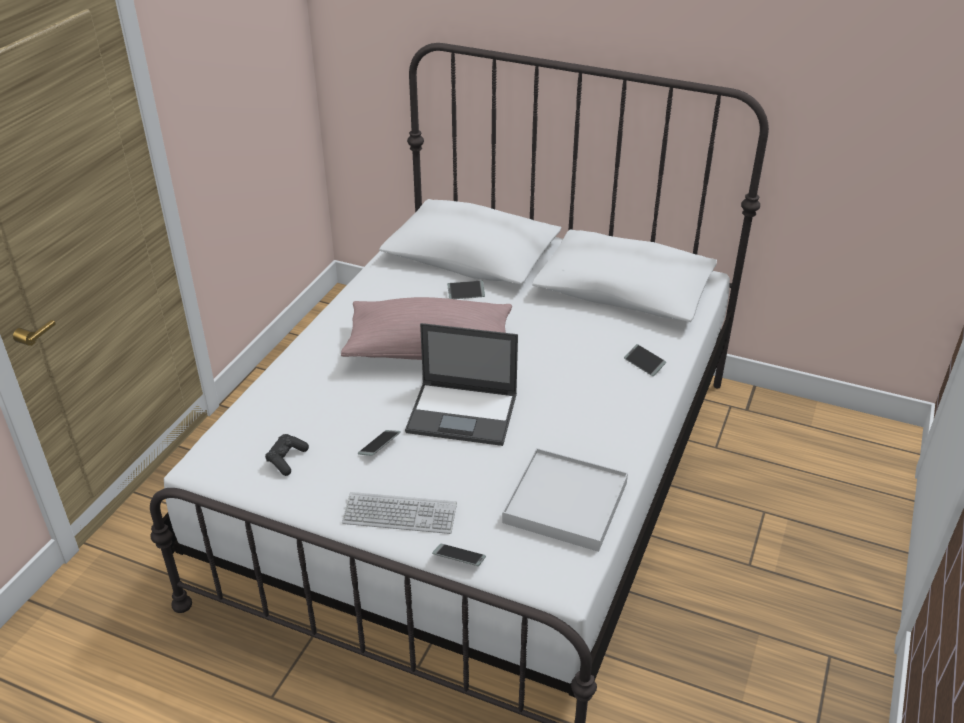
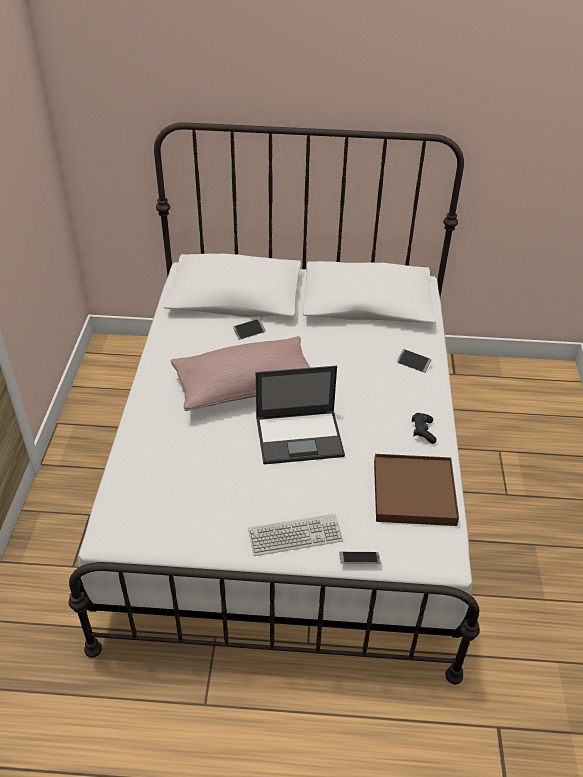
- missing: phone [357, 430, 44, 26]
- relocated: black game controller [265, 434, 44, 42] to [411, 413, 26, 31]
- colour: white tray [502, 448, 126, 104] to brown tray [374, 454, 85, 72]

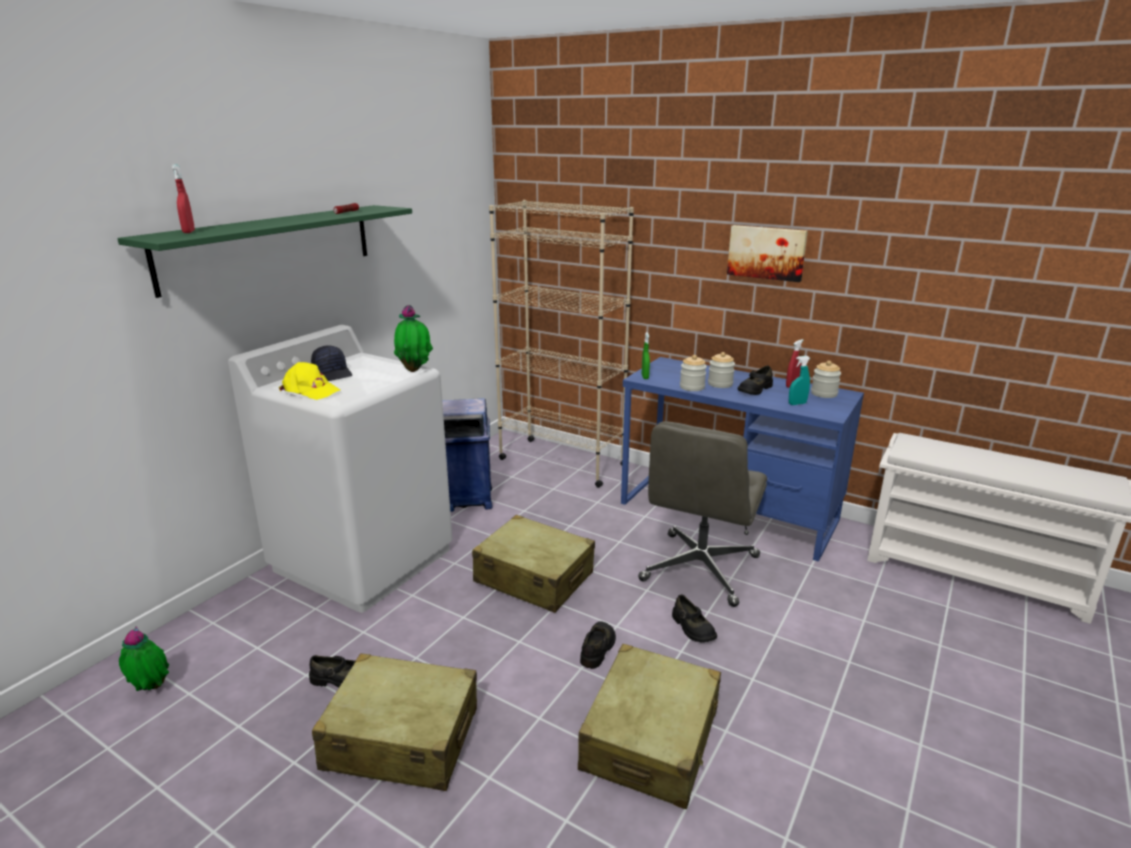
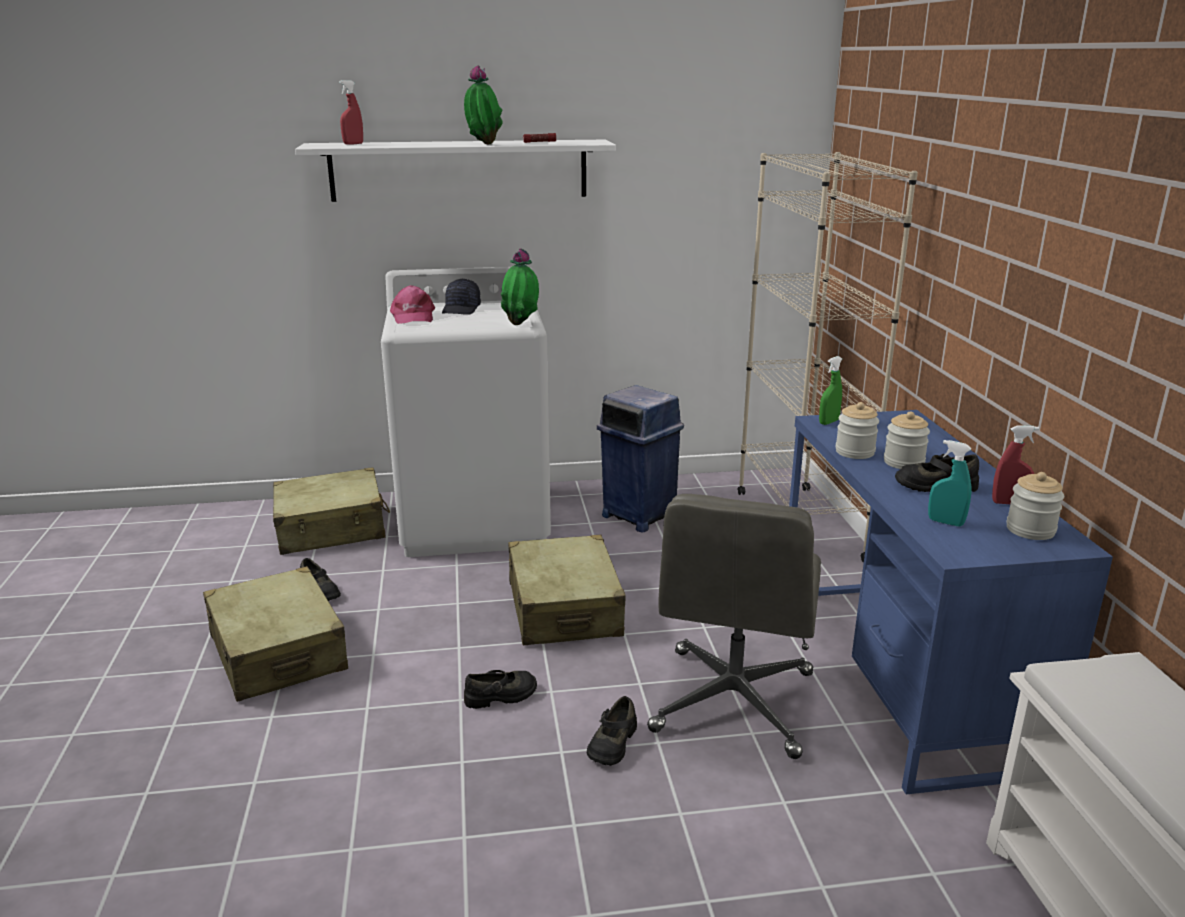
- colour: green shelf [117, 205, 295, 93] to white shelf [295, 140, 321, 62]
- missing: picture [727, 225, 81, 57]
- colour: yellow cap [279, 362, 61, 38] to pink cap [390, 285, 45, 39]
- spun: grey office chair [638, 421, 129, 186] = [647, 494, 174, 265] 60 degrees counterclockwise
- relocated: potted plant [119, 626, 50, 65] to [464, 65, 39, 80]
- relocated: beige suitcase [578, 644, 143, 165] to [273, 467, 117, 88]

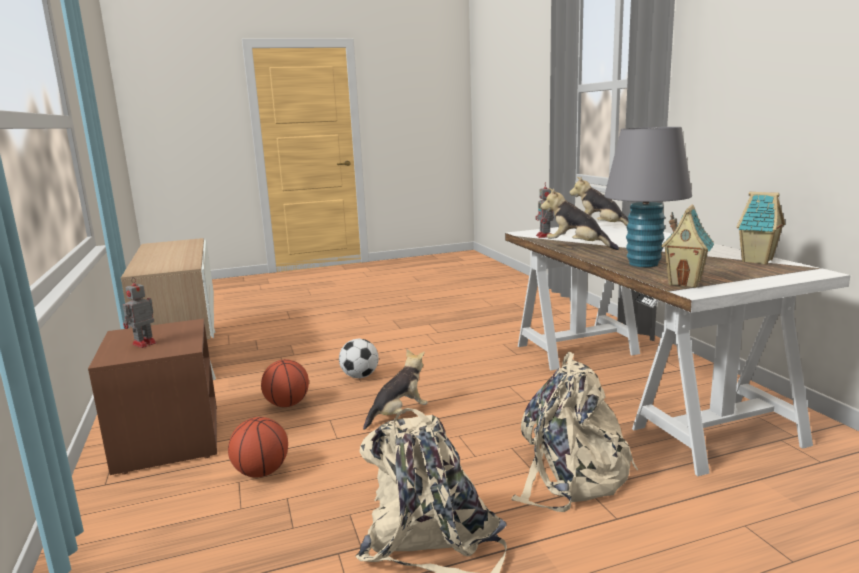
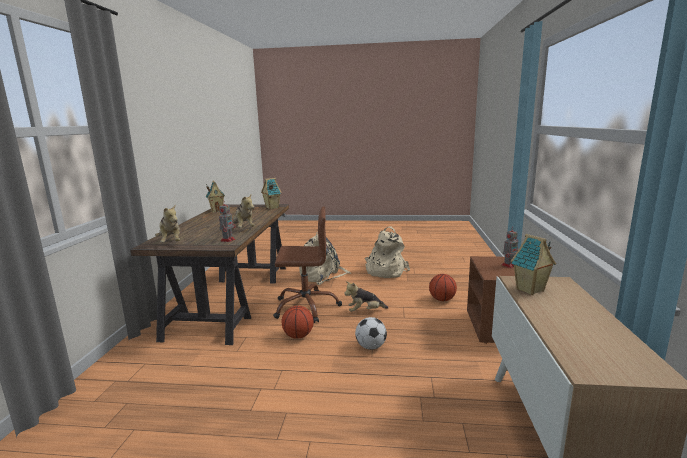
- missing: grey table lamp [604, 127, 88, 140]
- colour: white desk [505, 221, 346, 255] to brown desk [130, 204, 159, 141]
- relocated: basketball [261, 359, 48, 48] to [281, 306, 33, 33]
- appeared: brown office chair [273, 206, 69, 117]
- appeared: toy house [511, 234, 45, 61]

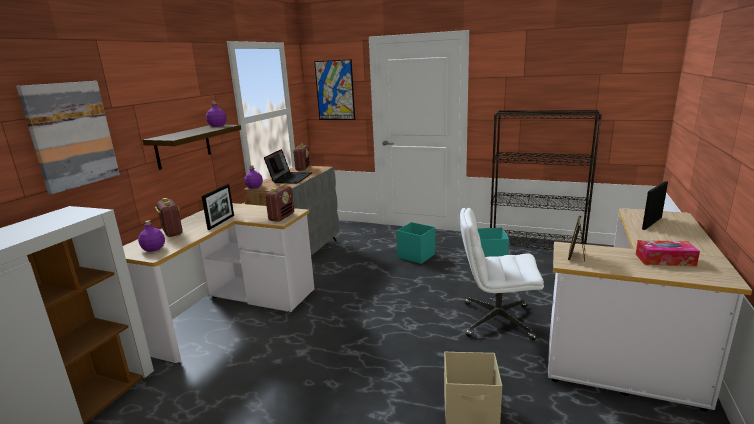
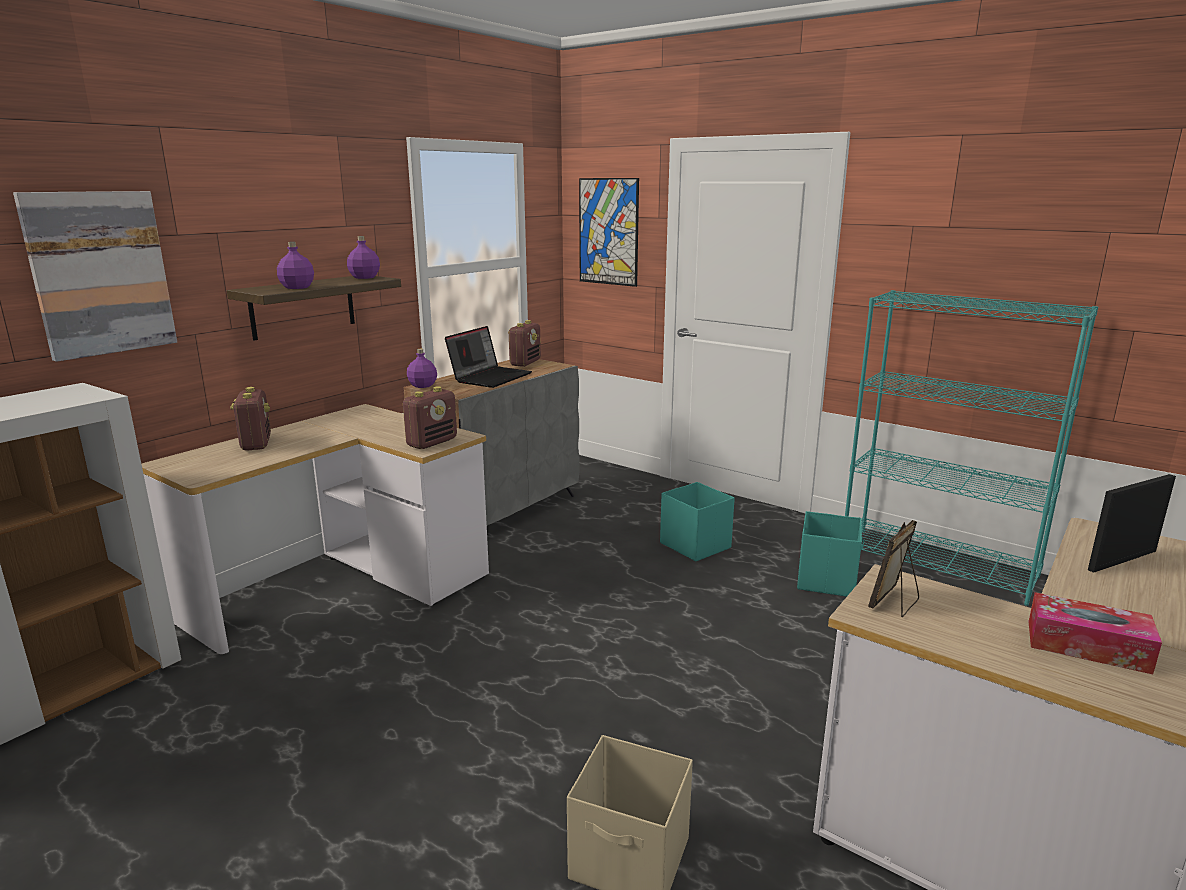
- colour: black bookcase [490, 110, 112, 140] to turquoise bookcase [845, 290, 253, 316]
- missing: picture frame [202, 184, 32, 46]
- missing: white office chair [460, 208, 84, 133]
- relocated: purple bottle [138, 220, 27, 32] to [277, 242, 37, 47]

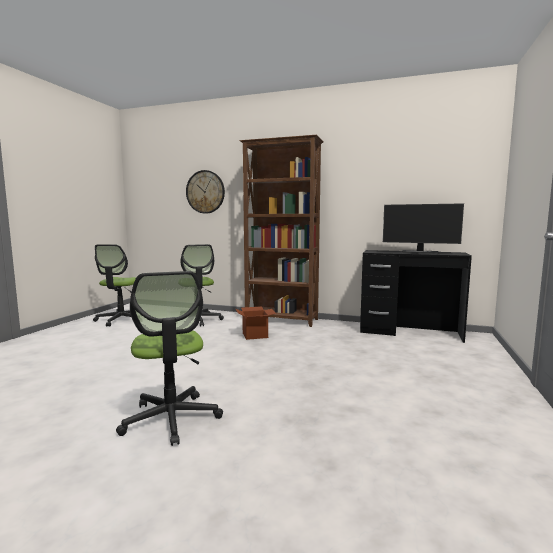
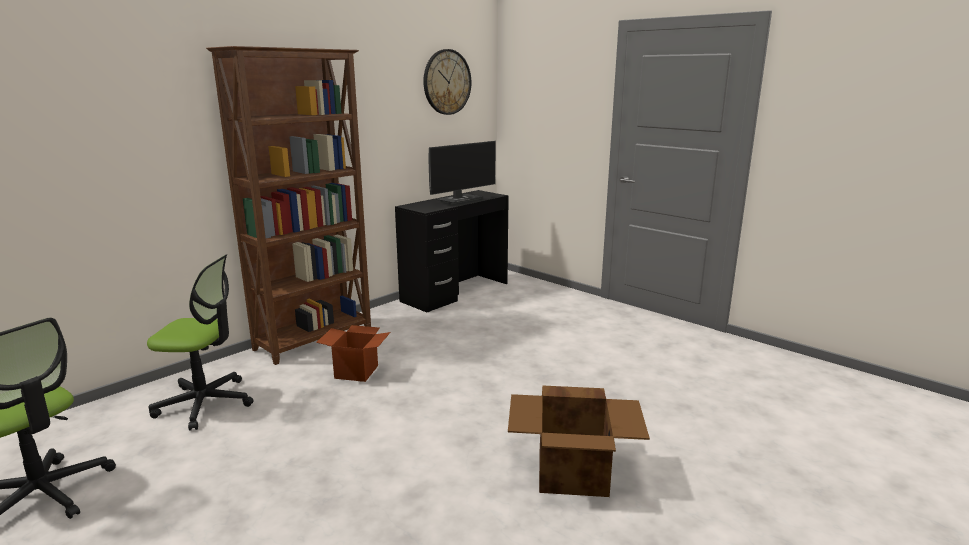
- relocated: wall clock [186, 170, 39, 44] to [423, 49, 48, 66]
- exchanged: office chair [116, 271, 107, 175] to cardboard box [508, 385, 142, 112]

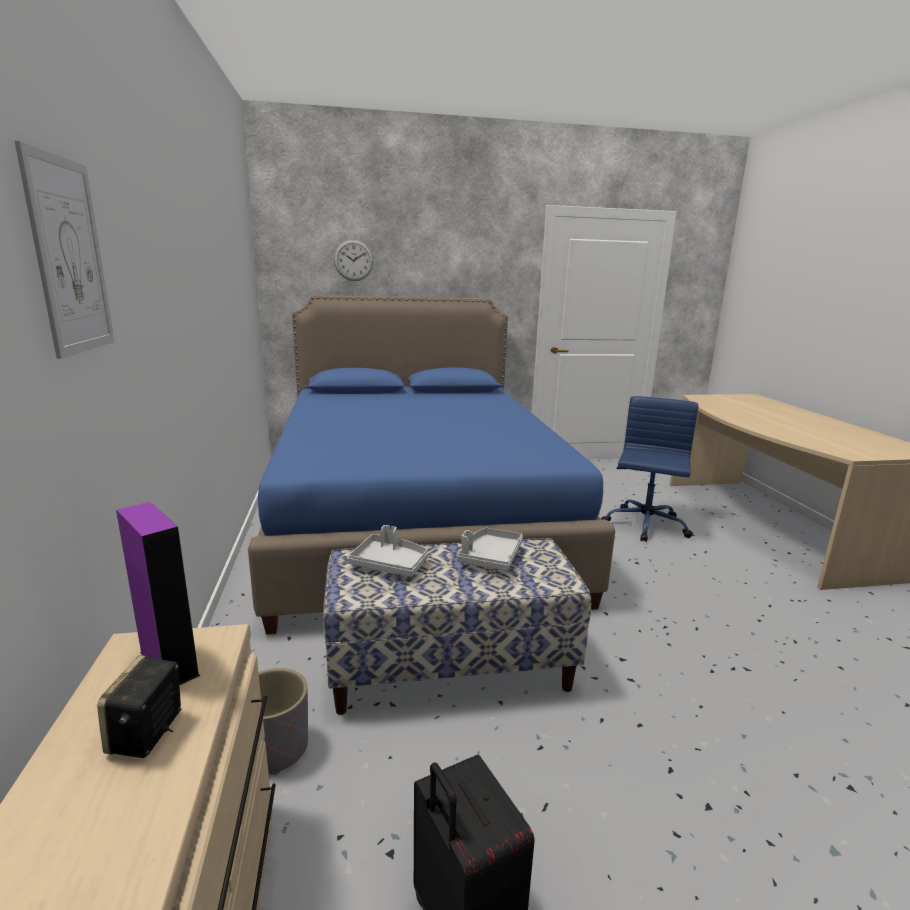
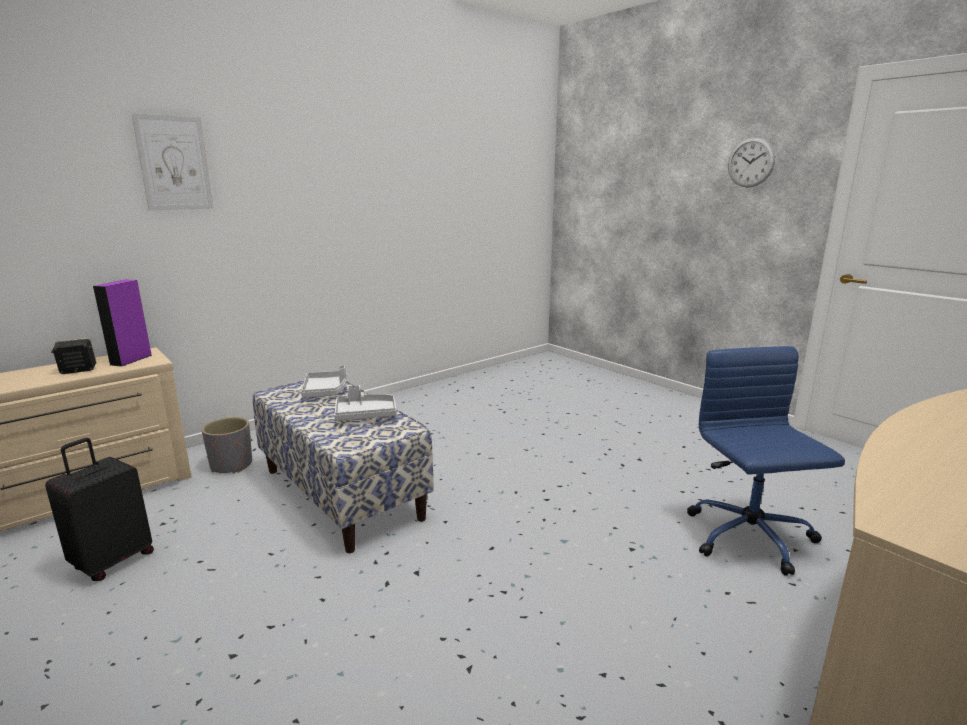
- relocated: wall clock [334, 240, 40, 41] to [728, 137, 47, 51]
- missing: blue bed [248, 295, 367, 340]
- spun: blue office chair [601, 396, 98, 146] = [687, 346, 158, 230] 90 degrees counterclockwise

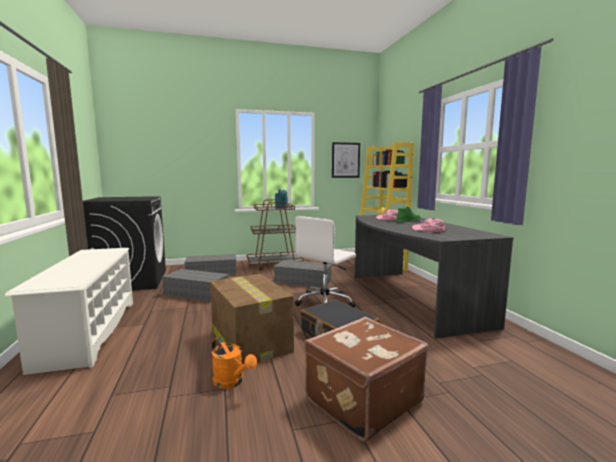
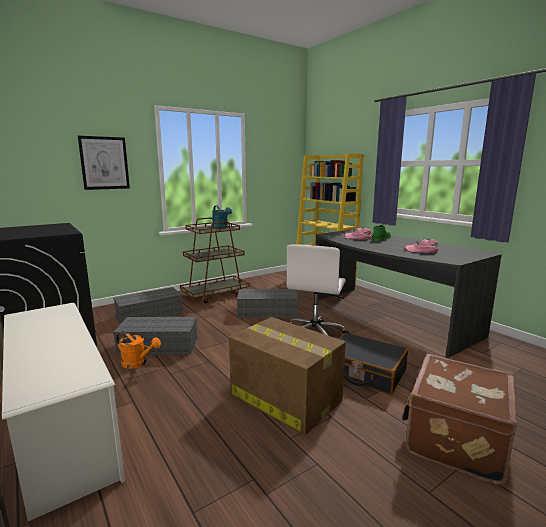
- relocated: picture [332, 142, 28, 36] to [78, 136, 52, 54]
- relocated: orange watering can [212, 337, 45, 52] to [116, 331, 45, 38]

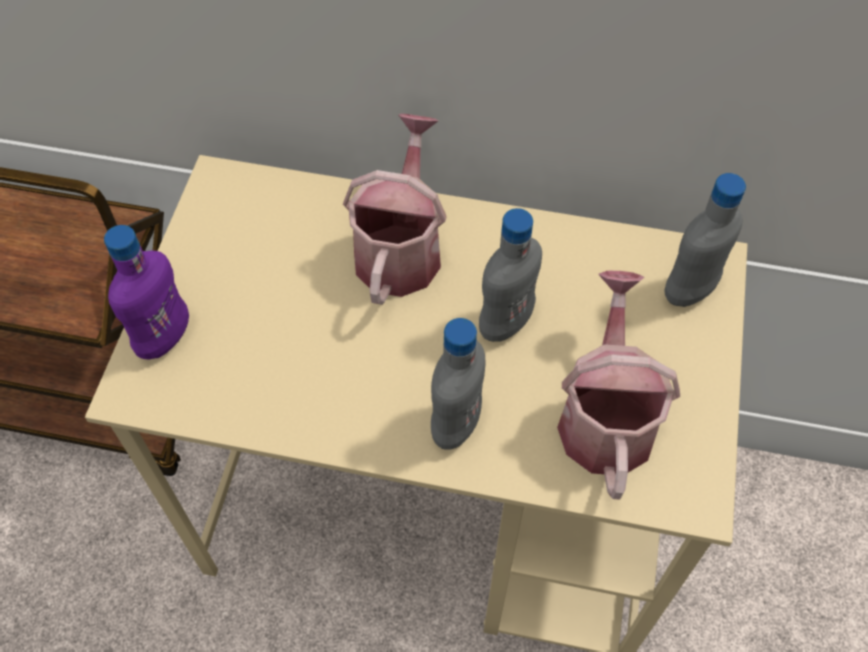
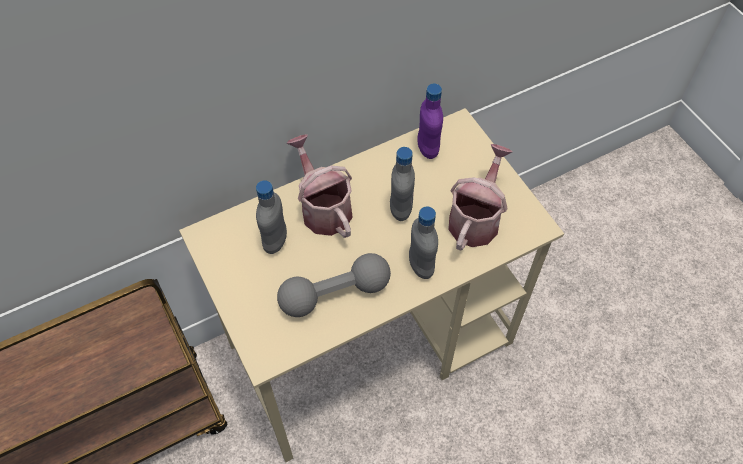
- relocated: grey bottle [664, 173, 82, 134] to [256, 180, 31, 74]
- relocated: purple bottle [104, 225, 85, 134] to [418, 84, 25, 75]
- spun: watering can [557, 271, 123, 229] = [448, 144, 64, 107] 60 degrees clockwise
- appeared: grey dumbbell [277, 253, 114, 64]

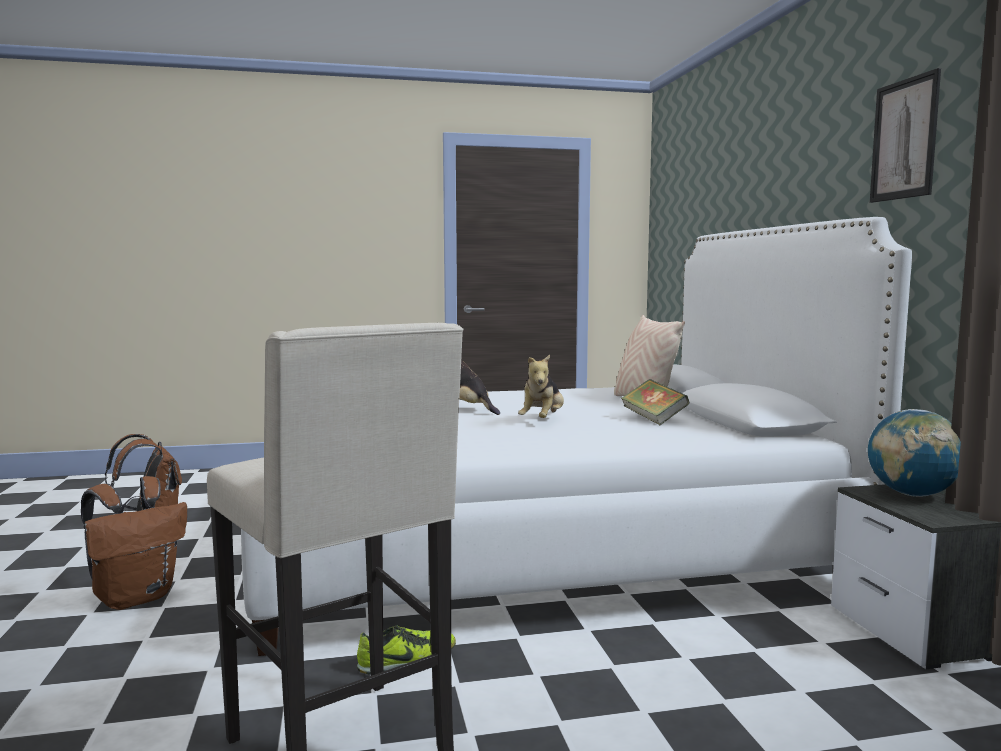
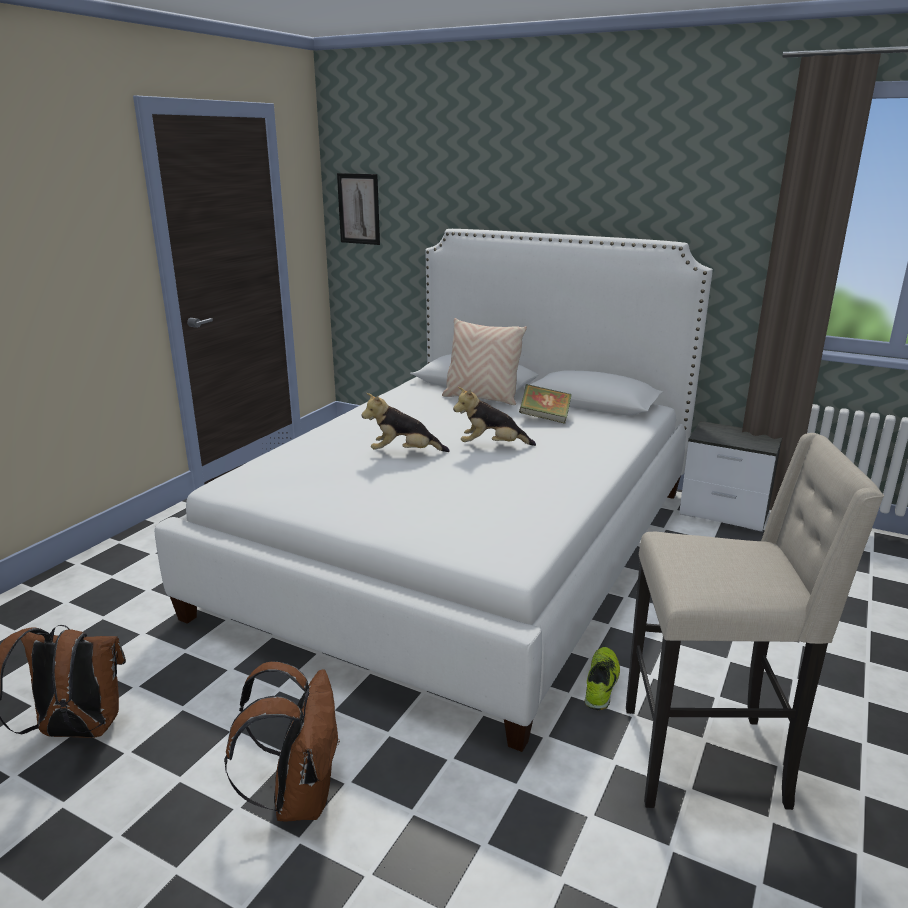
- relocated: picture [870, 68, 71, 135] to [337, 173, 43, 72]
- spun: plush toy [518, 355, 46, 63] = [453, 387, 83, 59] 120 degrees clockwise
- missing: globe [868, 409, 93, 88]

